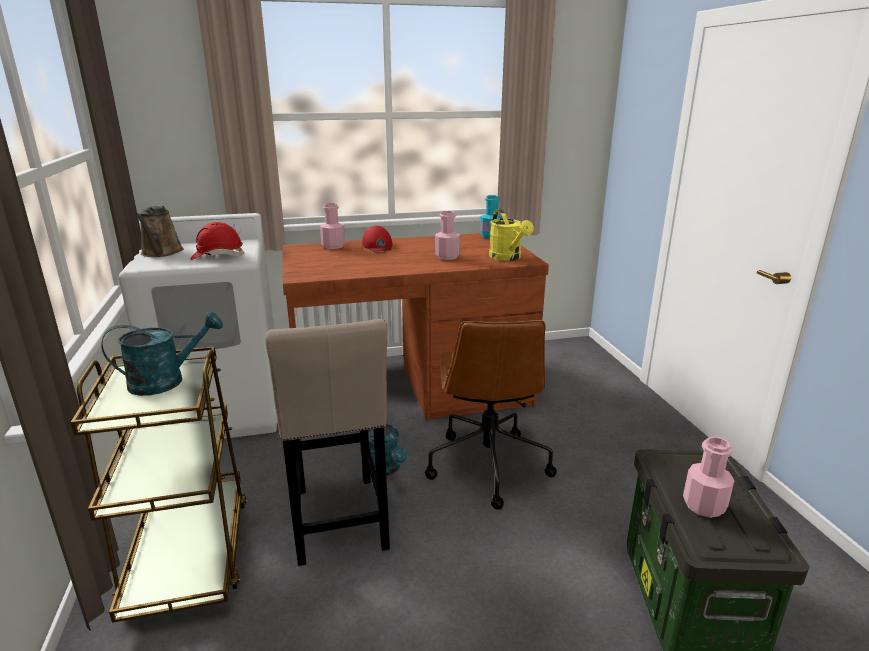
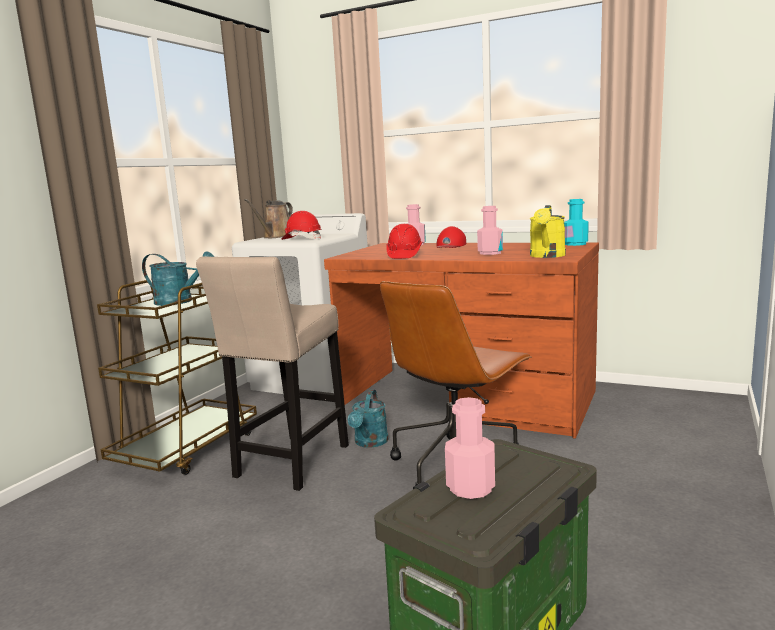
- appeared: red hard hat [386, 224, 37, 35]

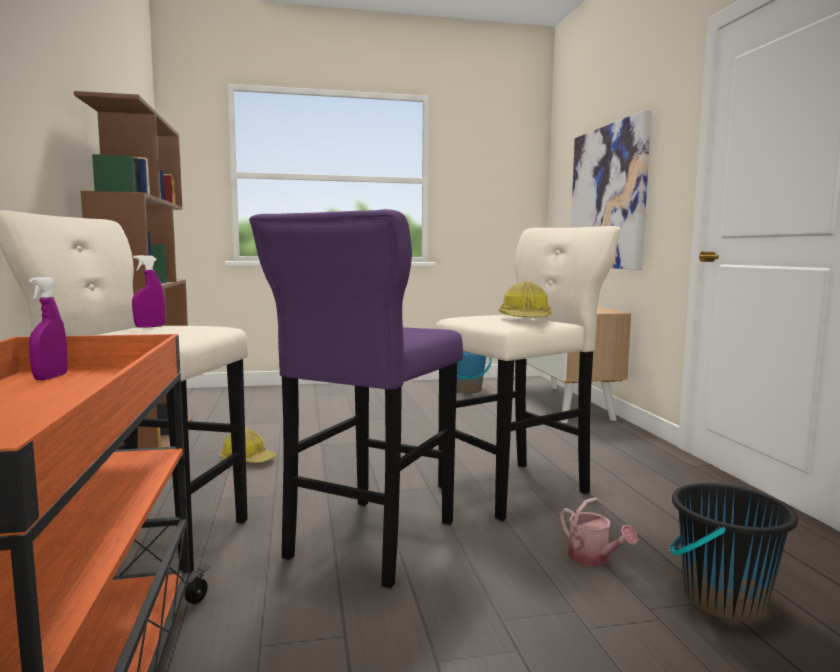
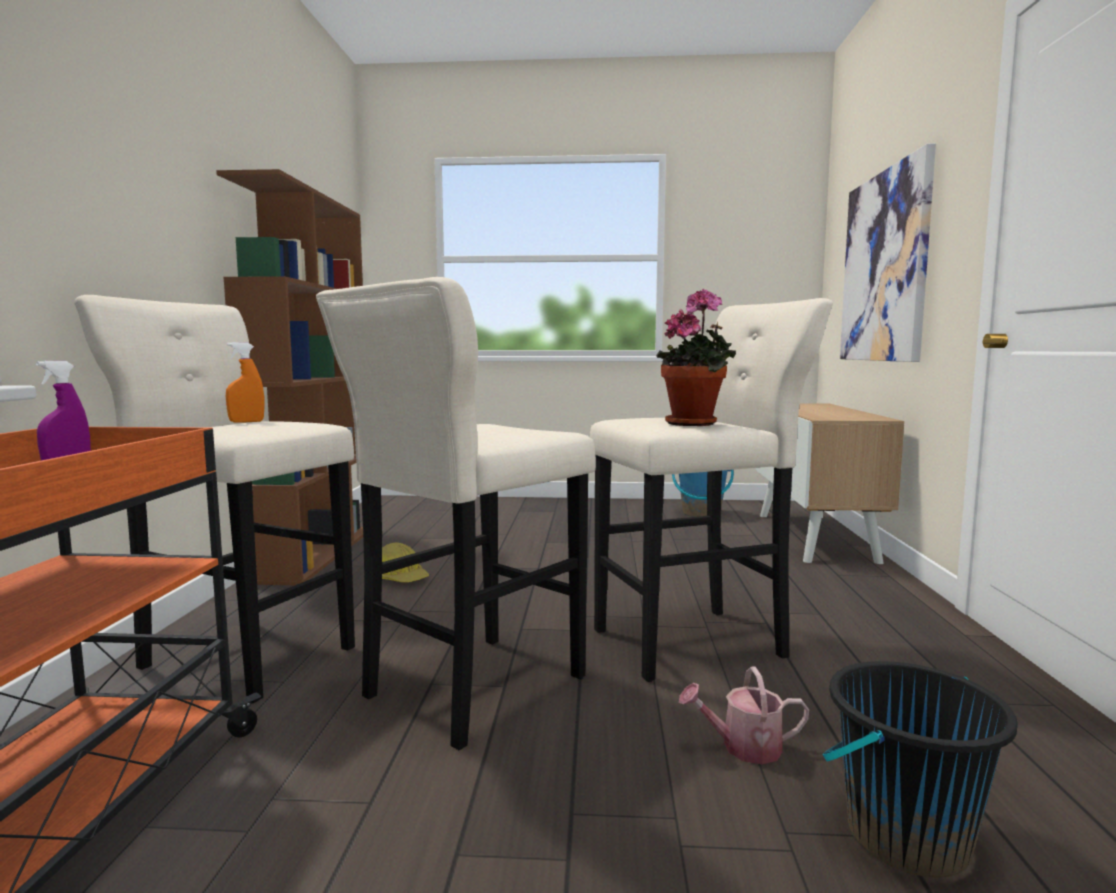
- colour: purple stool [249, 209, 214, 379] to beige stool [316, 277, 280, 473]
- colour: purple spray bottle [132, 255, 33, 73] to orange spray bottle [226, 342, 38, 81]
- exchanged: hard hat [499, 282, 53, 35] to potted plant [656, 289, 80, 137]
- spun: watering can [560, 497, 78, 69] = [679, 666, 130, 98] 105 degrees clockwise

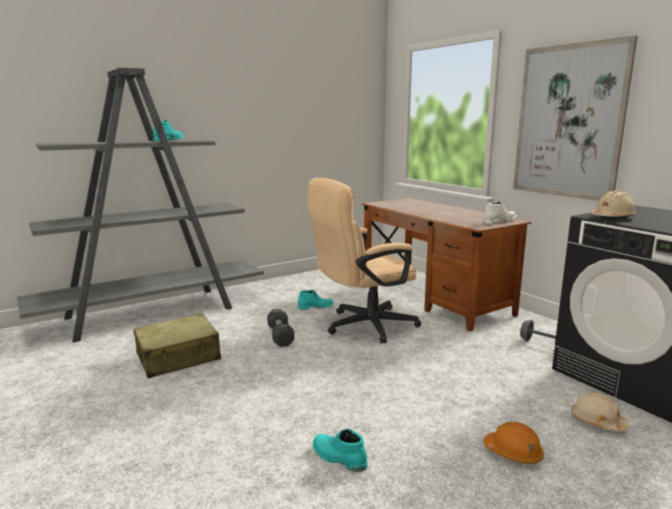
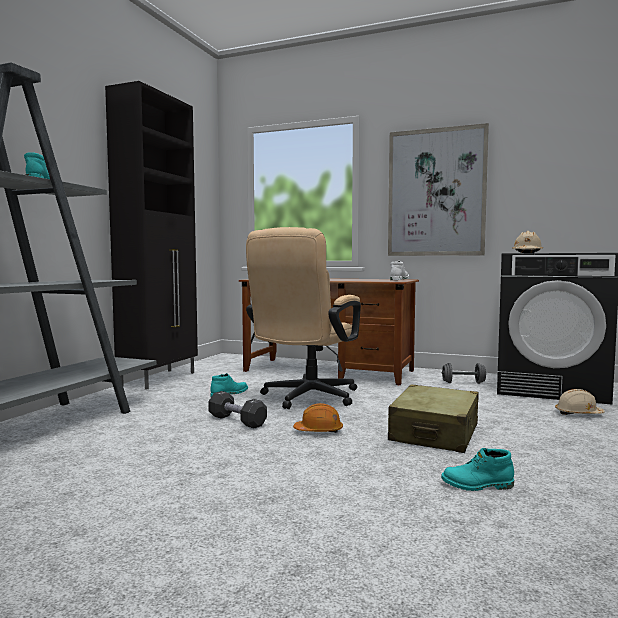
- relocated: beige suitcase [133, 313, 88, 65] to [388, 385, 91, 68]
- relocated: orange hard hat [483, 421, 61, 43] to [293, 403, 50, 30]
- appeared: black cabinet [105, 81, 93, 309]

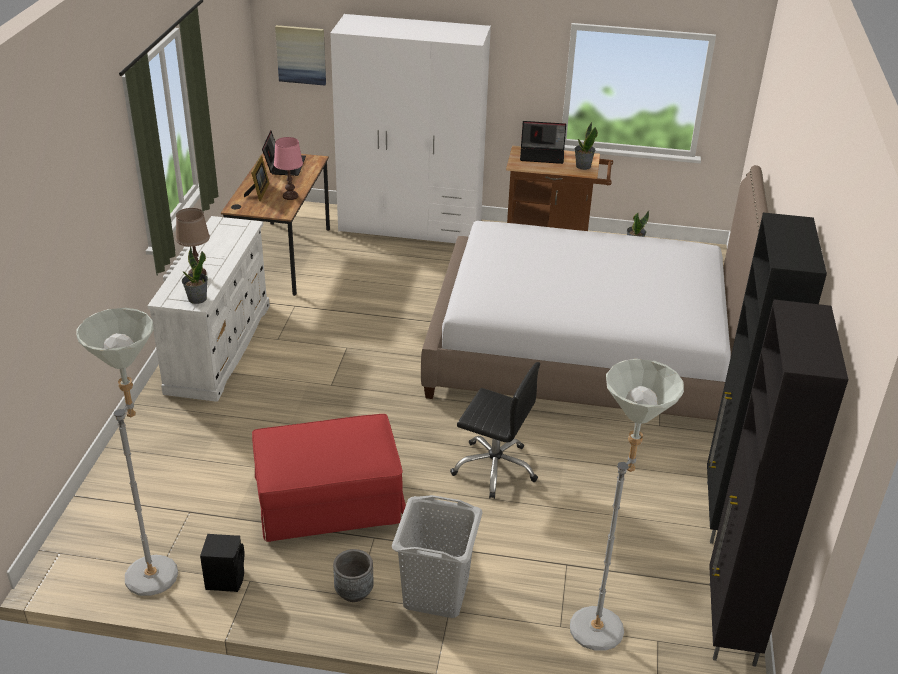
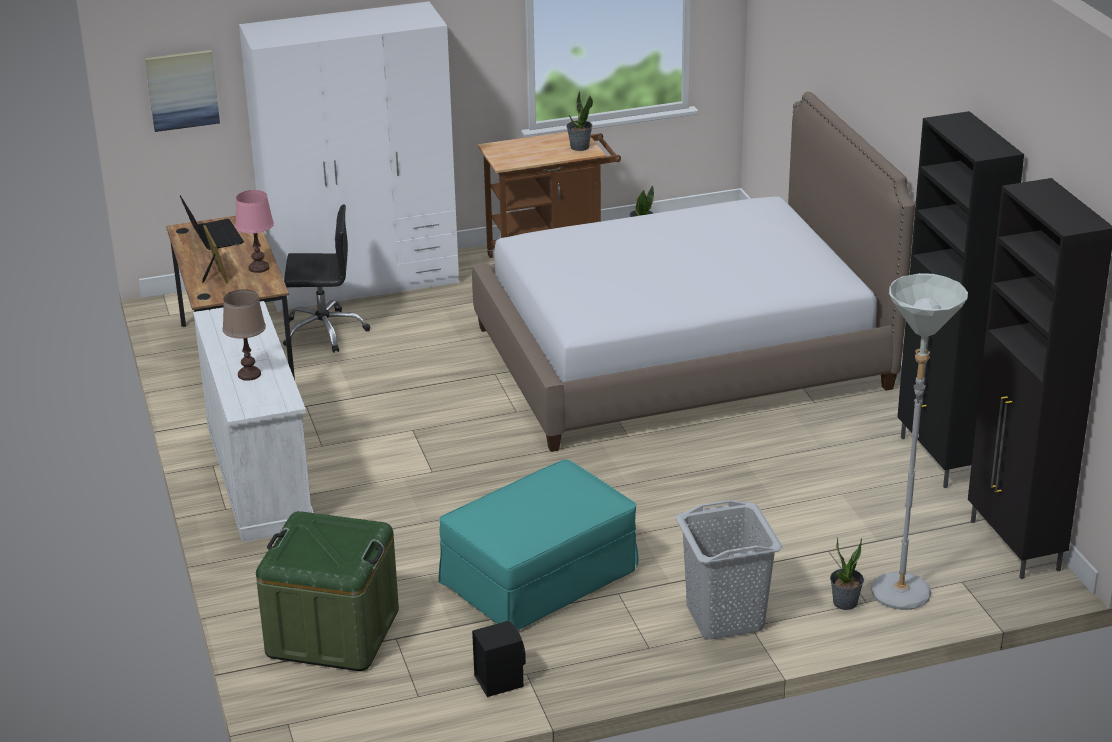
- missing: laptop [520, 121, 46, 43]
- relocated: potted plant [182, 247, 26, 57] to [830, 538, 34, 72]
- missing: grey floor lamp [77, 308, 101, 288]
- relocated: black office chair [450, 362, 90, 137] to [283, 205, 87, 148]
- colour: red ottoman [252, 414, 154, 128] to turquoise ottoman [438, 460, 201, 170]
- missing: grey planter [333, 549, 41, 53]
- appeared: green storage box [256, 511, 143, 160]

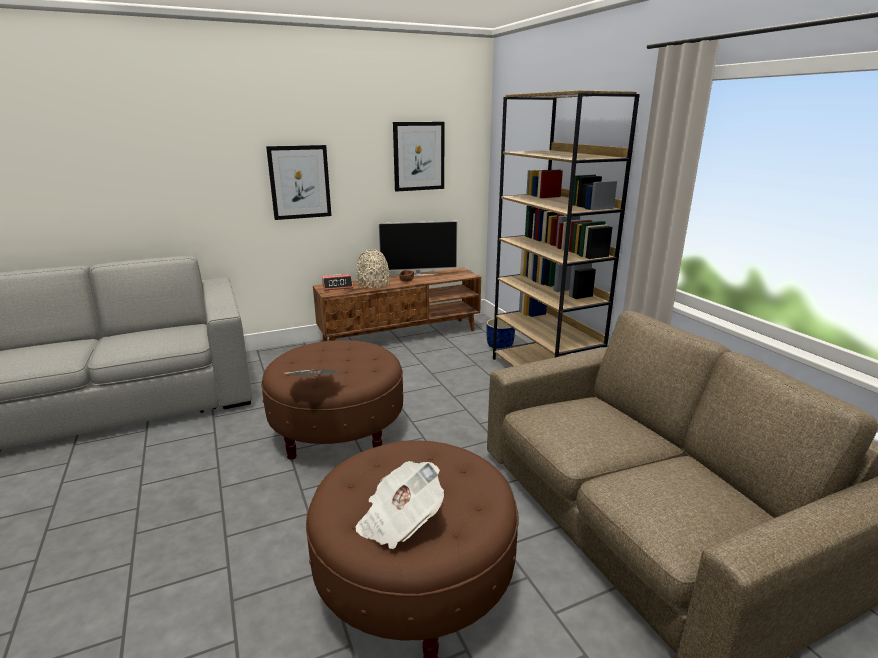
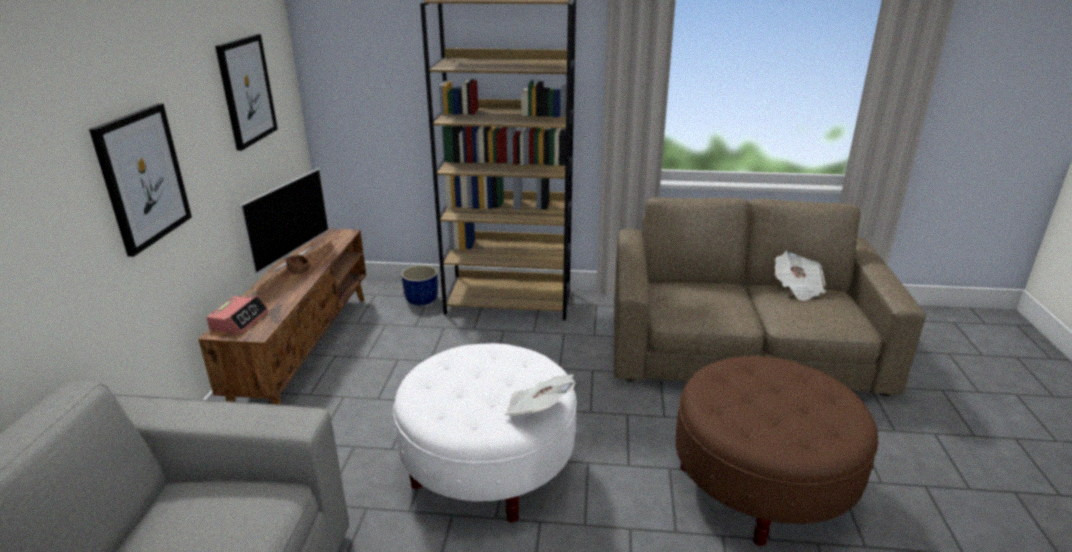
- missing: beige vase [356, 249, 33, 40]
- colour: brown ottoman [261, 340, 142, 120] to white ottoman [393, 343, 184, 180]
- relocated: newspaper [356, 461, 88, 88] to [775, 251, 51, 50]

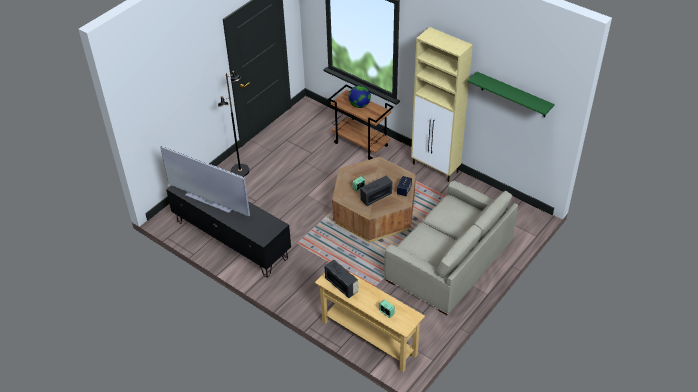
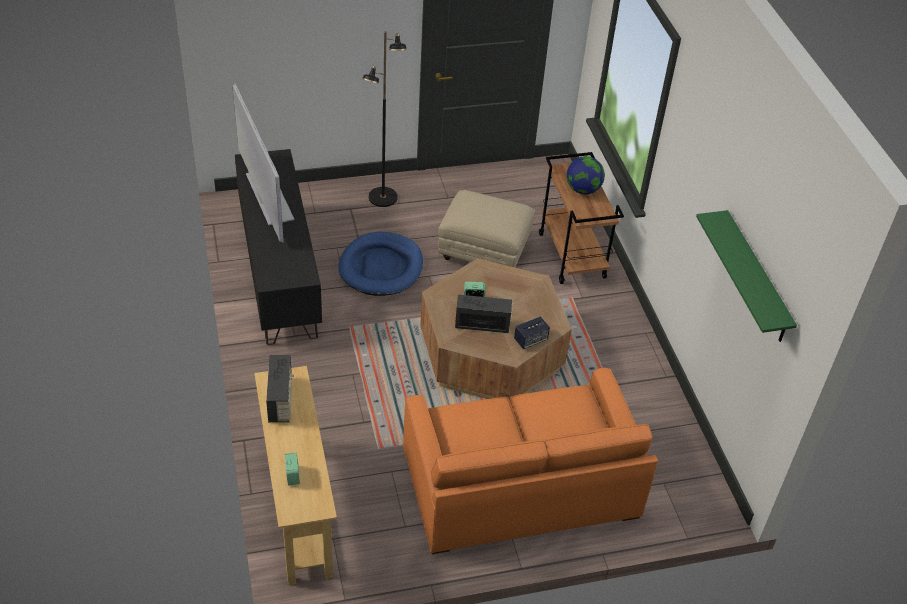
- missing: beige cabinet [411, 27, 62, 155]
- colour: beige sofa [384, 181, 134, 134] to orange sofa [403, 368, 255, 186]
- appeared: beige ottoman [438, 190, 97, 77]
- appeared: blue dog bed [338, 232, 85, 64]

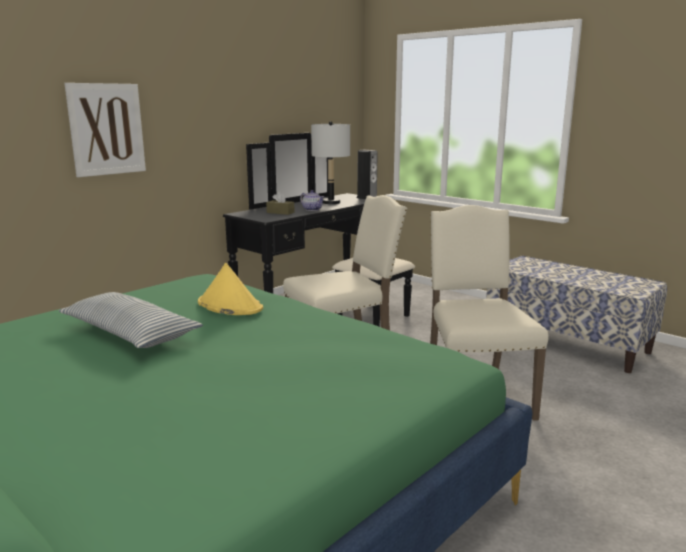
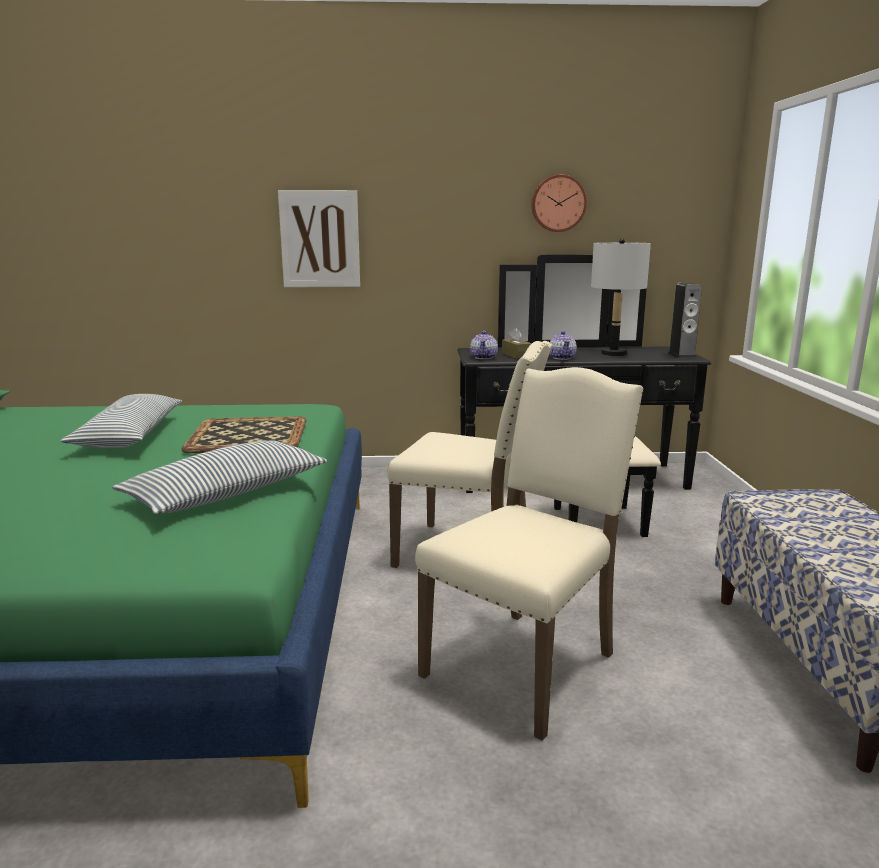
- exchanged: yellow hat [198, 263, 65, 52] to tray [181, 416, 126, 37]
- appeared: wall clock [531, 174, 56, 58]
- appeared: teapot [470, 331, 28, 28]
- appeared: pillow [112, 440, 215, 74]

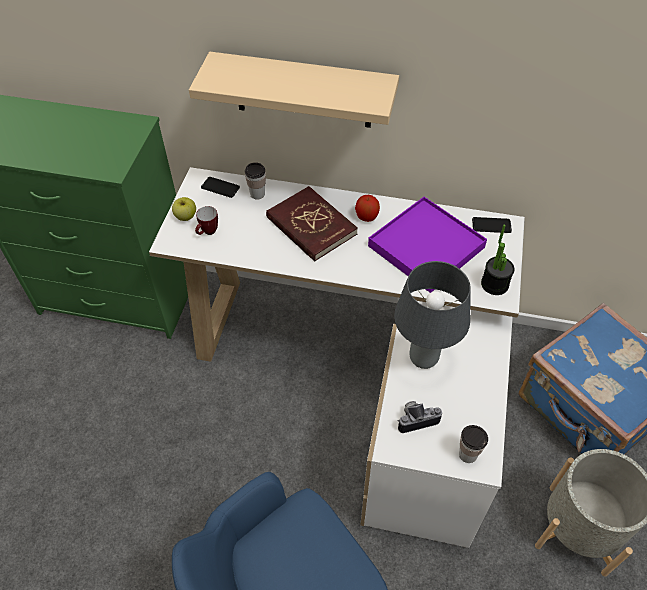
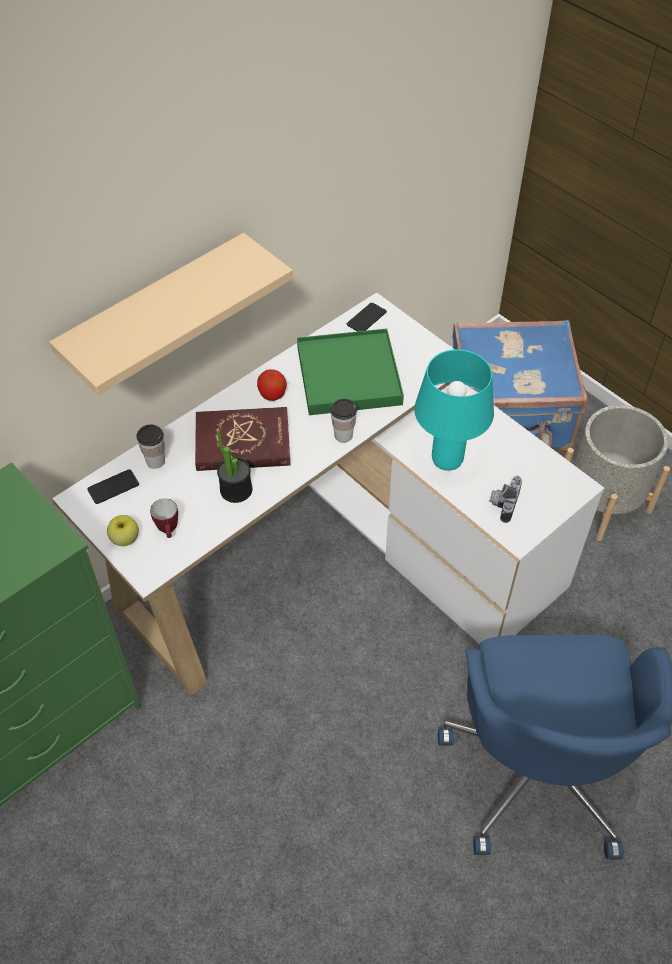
- colour: purple tray [368, 197, 119, 96] to green tray [297, 329, 107, 86]
- relocated: potted plant [481, 224, 34, 71] to [217, 429, 35, 74]
- colour: grey table lamp [394, 261, 77, 108] to turquoise table lamp [414, 349, 80, 122]
- relocated: cup [459, 425, 29, 38] to [330, 399, 27, 44]

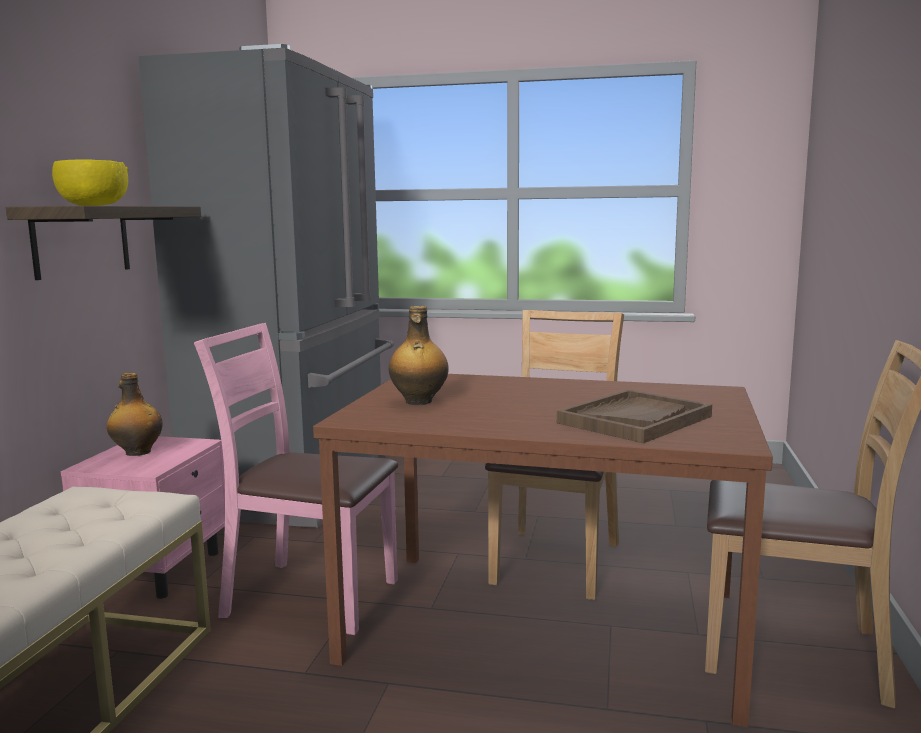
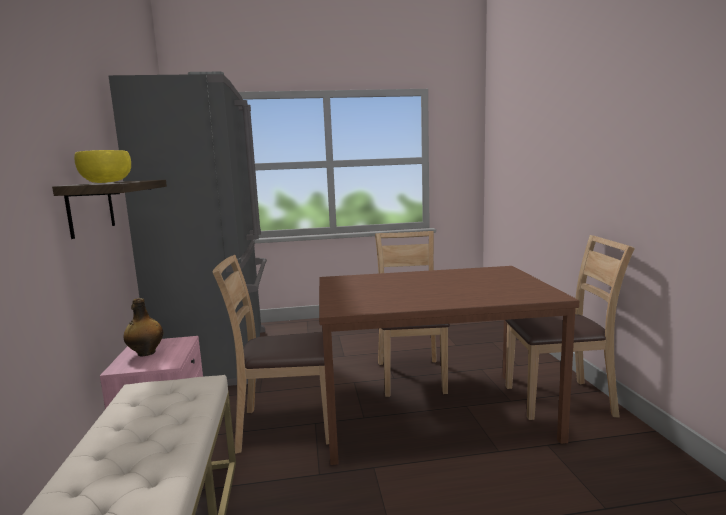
- missing: bottle [389, 306, 60, 99]
- colour: pink chair [194, 323, 204, 312] to brown chair [212, 255, 117, 199]
- missing: brown tray [557, 389, 155, 54]

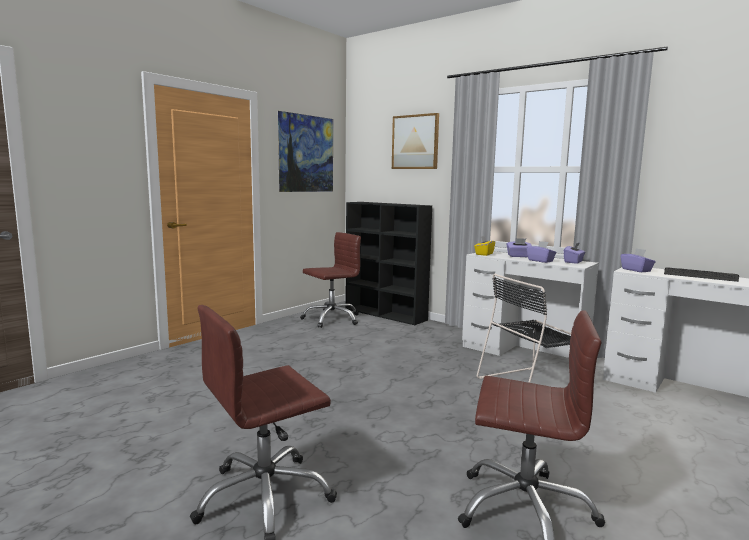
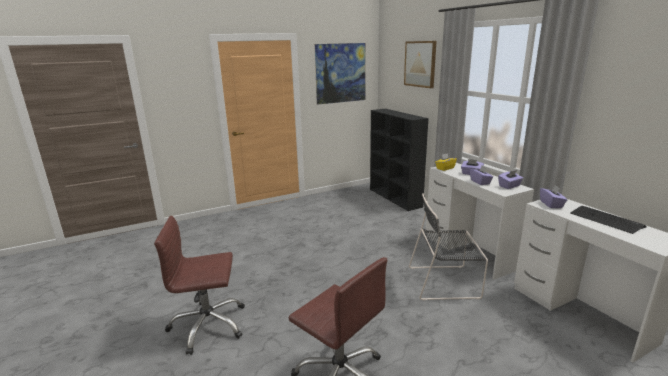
- missing: brown office chair [300, 232, 61, 96]

